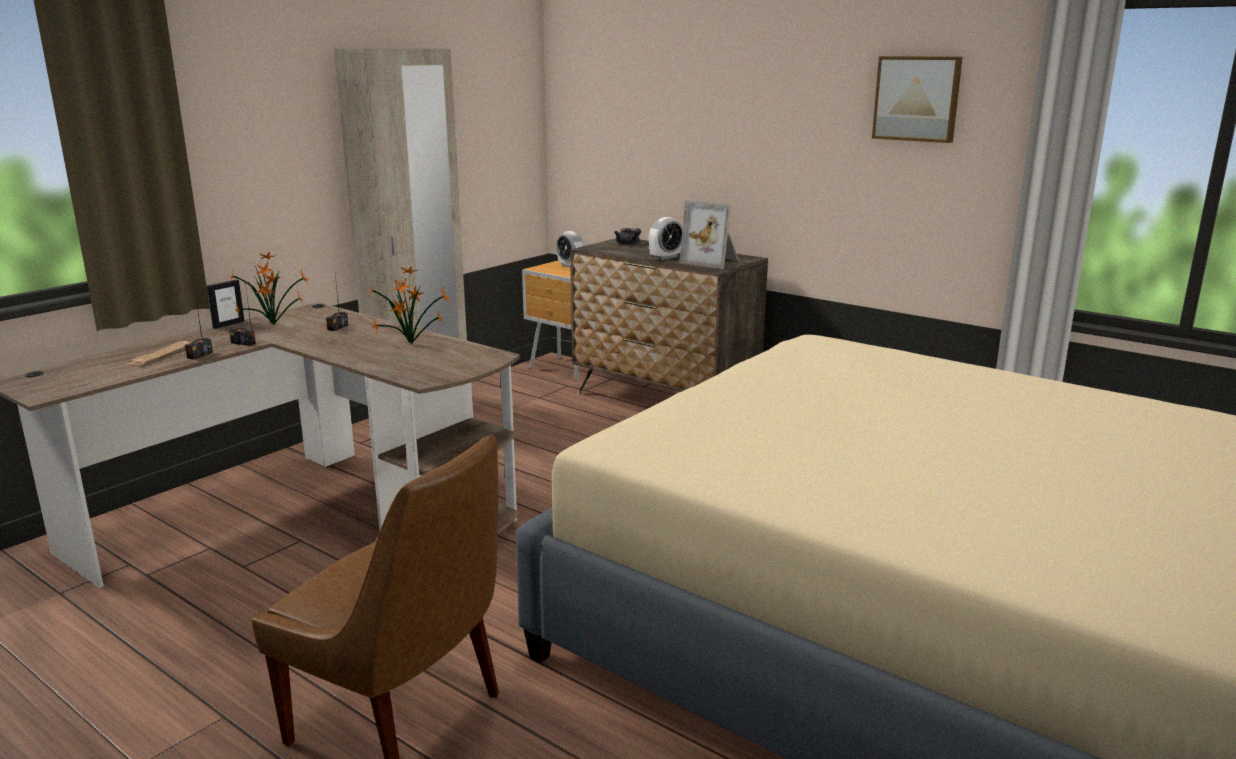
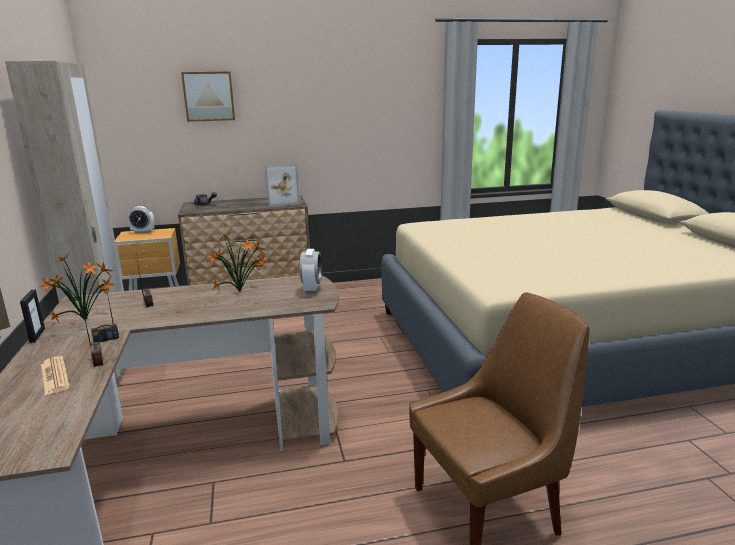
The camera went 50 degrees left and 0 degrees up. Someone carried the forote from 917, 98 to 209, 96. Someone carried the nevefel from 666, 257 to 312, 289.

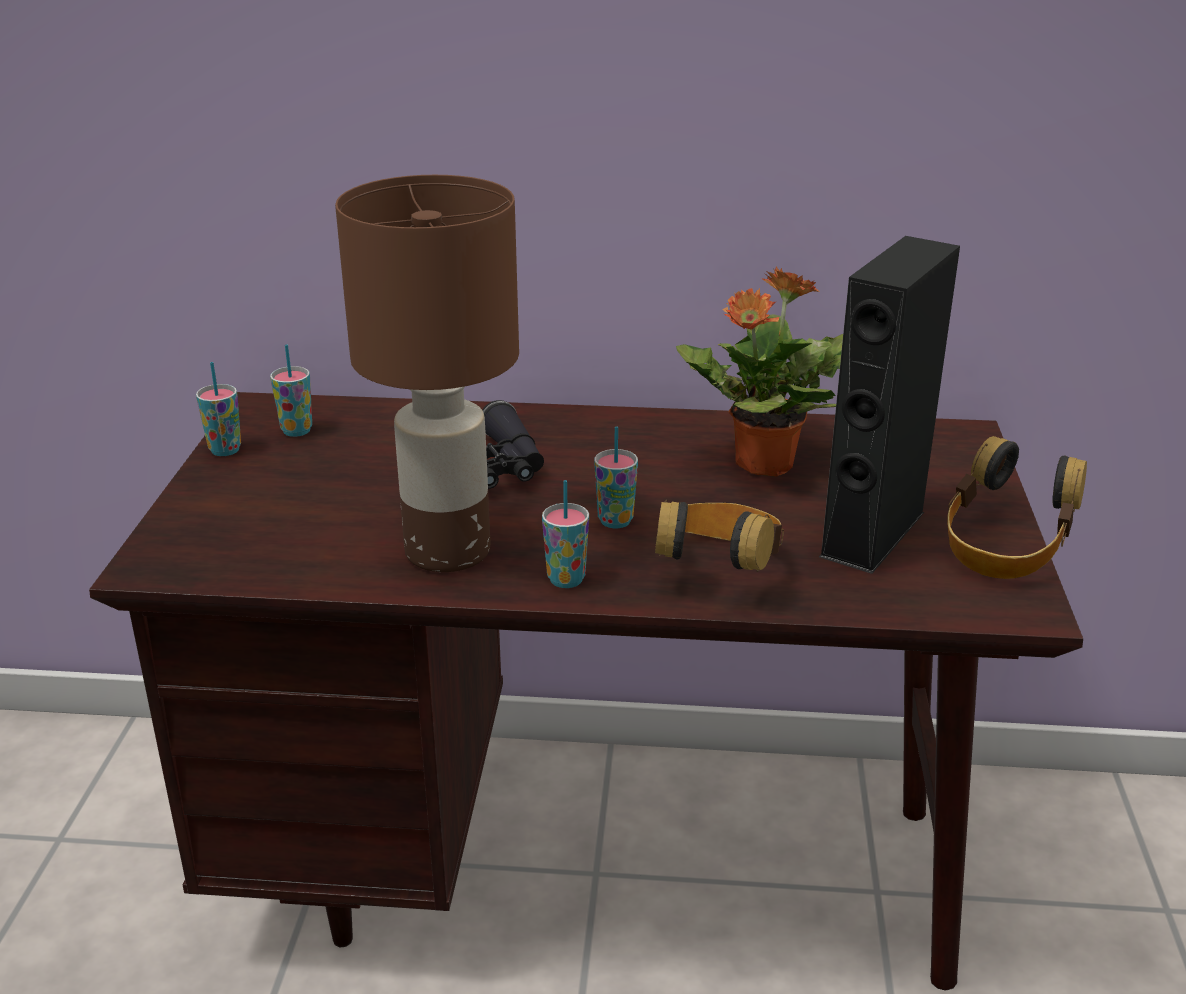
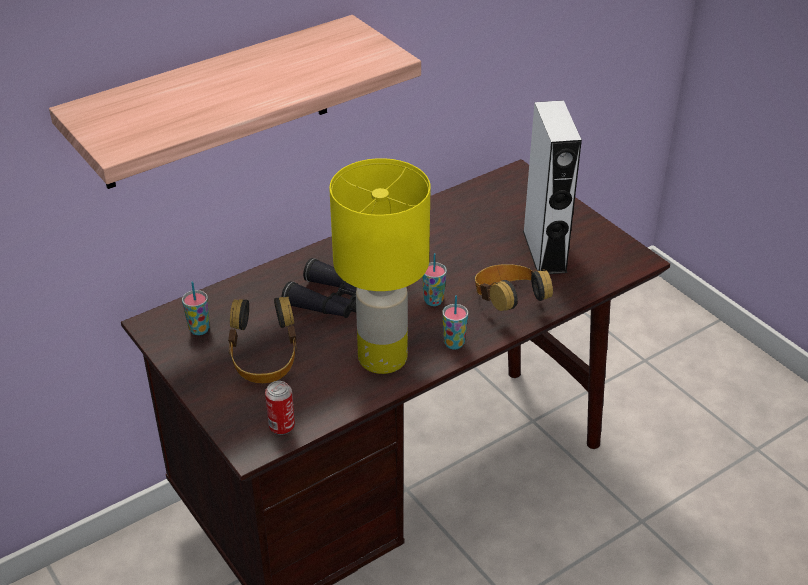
The camera went 40 degrees left and 10 degrees up. Someone put up the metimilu at 216, 103. Someone carried the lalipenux from 1005, 550 to 264, 360. Someone put down the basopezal at 281, 426. Someone repainted the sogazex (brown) at 449, 550, which became the sogazex (yellow) at 382, 357. Someone repainted the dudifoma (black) at 872, 534, which became the dudifoma (white) at 544, 251. Someone took away the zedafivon at 225, 450. Someone took away the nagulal at 762, 464.

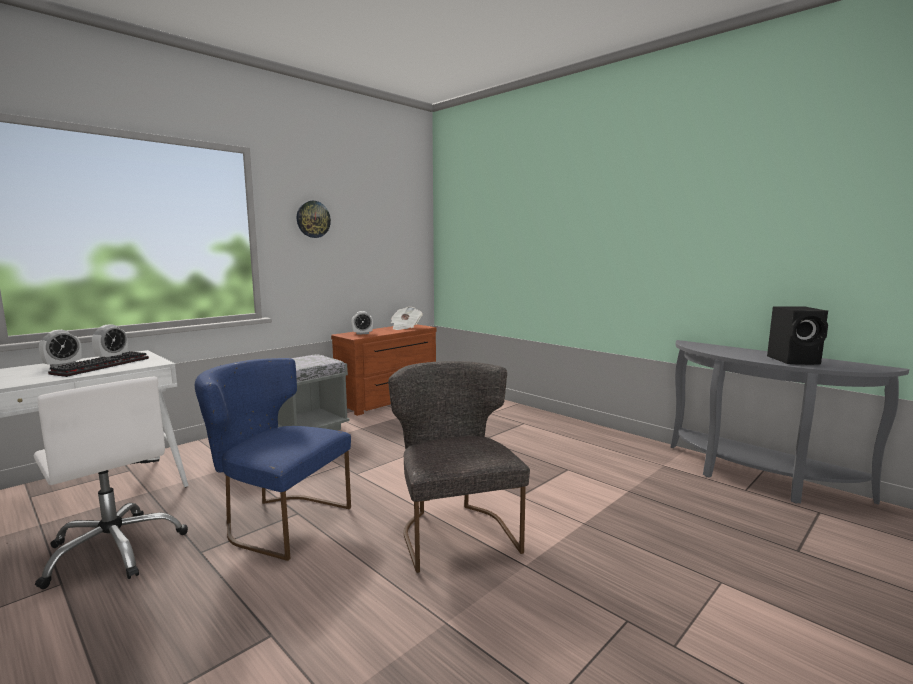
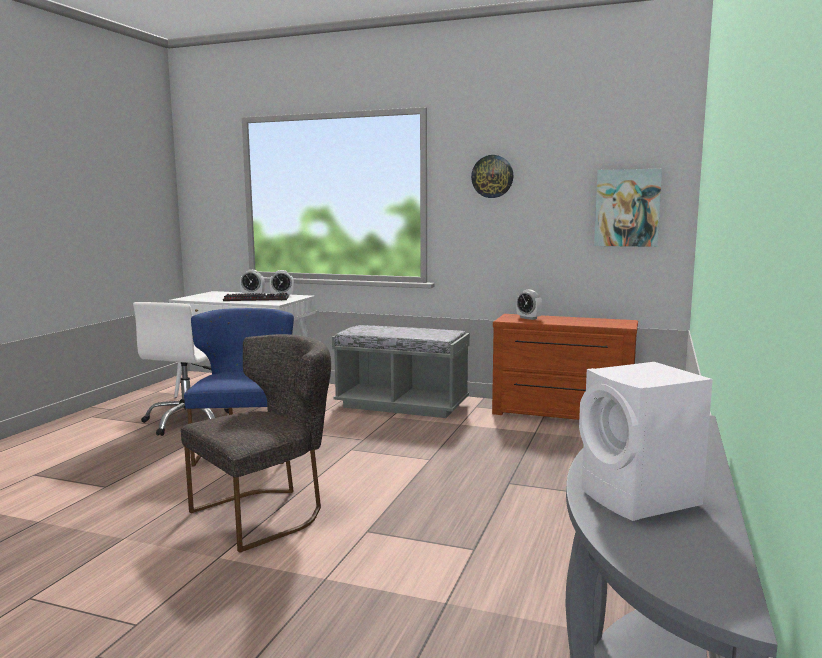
The camera went 65 degrees right and 0 degrees up. Someone repainted the dudifoma (black) at 795, 360, which became the dudifoma (white) at 641, 499. Someone put up the forote at 627, 208. Someone took away the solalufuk at 405, 327.

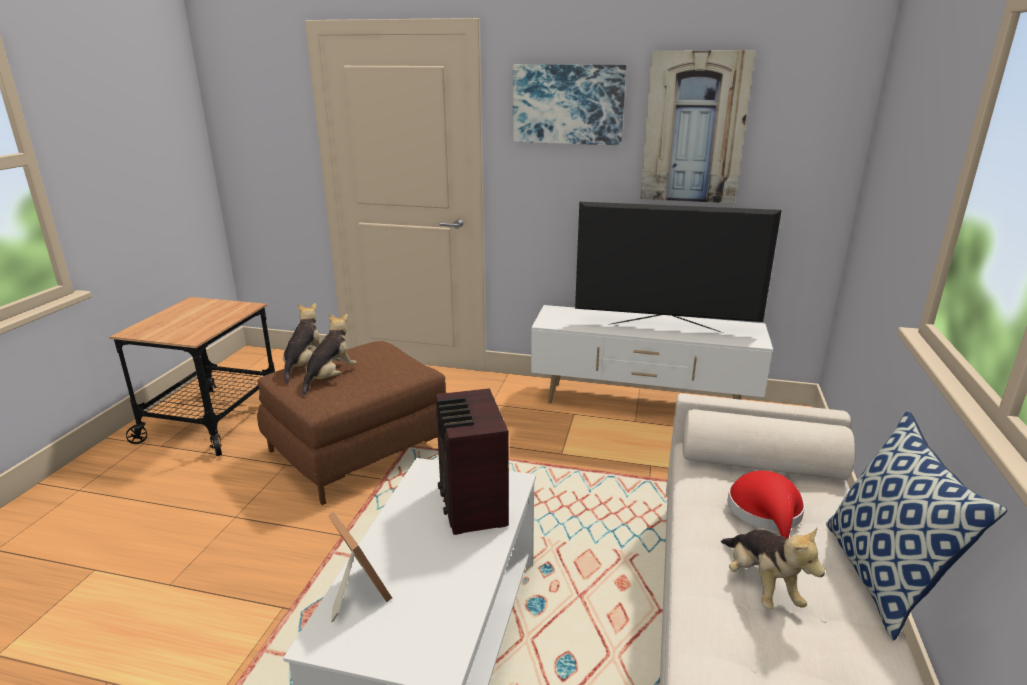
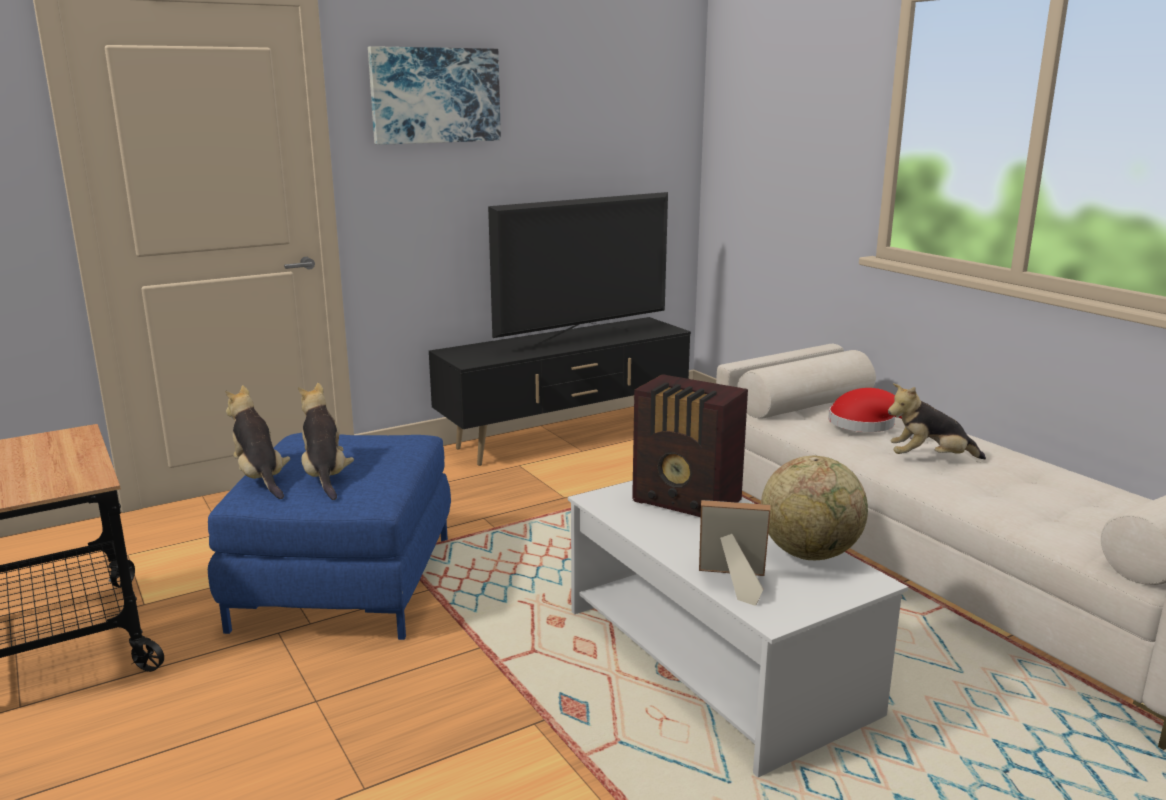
The camera went 45 degrees left and 5 degrees down. Someone repainted the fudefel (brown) at 358, 450, which became the fudefel (blue) at 347, 581. Someone repainted the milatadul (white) at 642, 404, which became the milatadul (black) at 566, 436. Someone put down the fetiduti at 810, 553. Someone rotated the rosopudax at 760, 586 by 150 degrees clockwise. Someone took away the forote at 694, 128. Someone took away the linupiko at 882, 578.

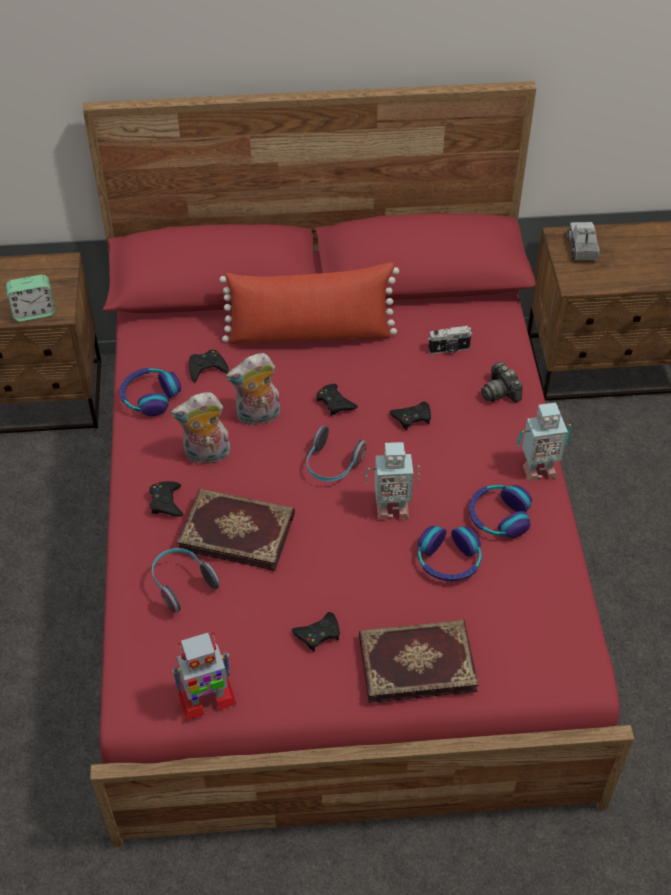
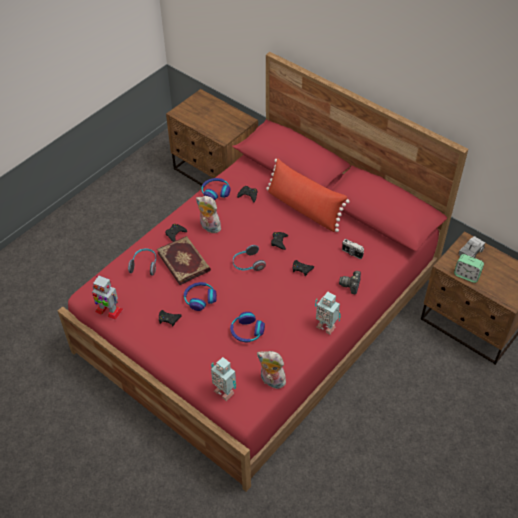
The camera went 45 degrees right and 0 degrees up. Someone carried the lalipenux from 498, 517 to 200, 298. Someone carried the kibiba from 391, 508 to 224, 391. Someone carried the rosopudax from 257, 417 to 271, 381. Someone carried the nevefel from 34, 312 to 466, 275. Someone took away the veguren at 416, 661.

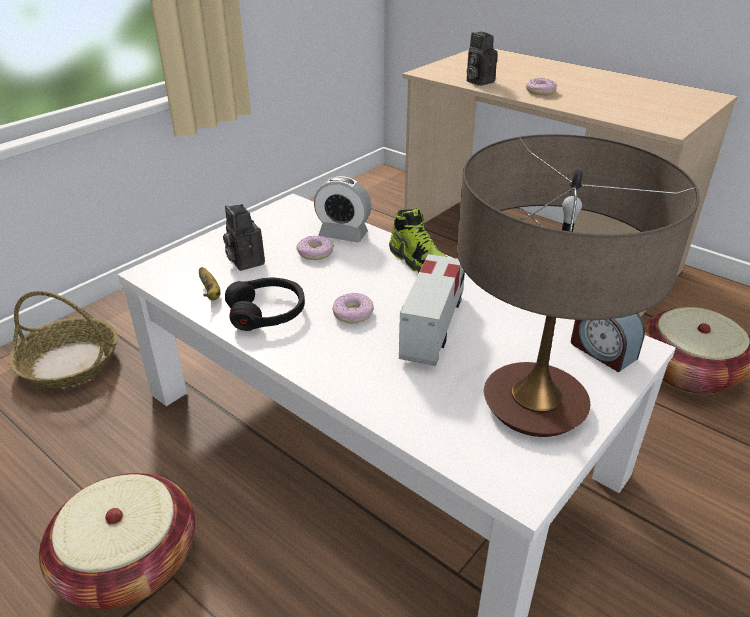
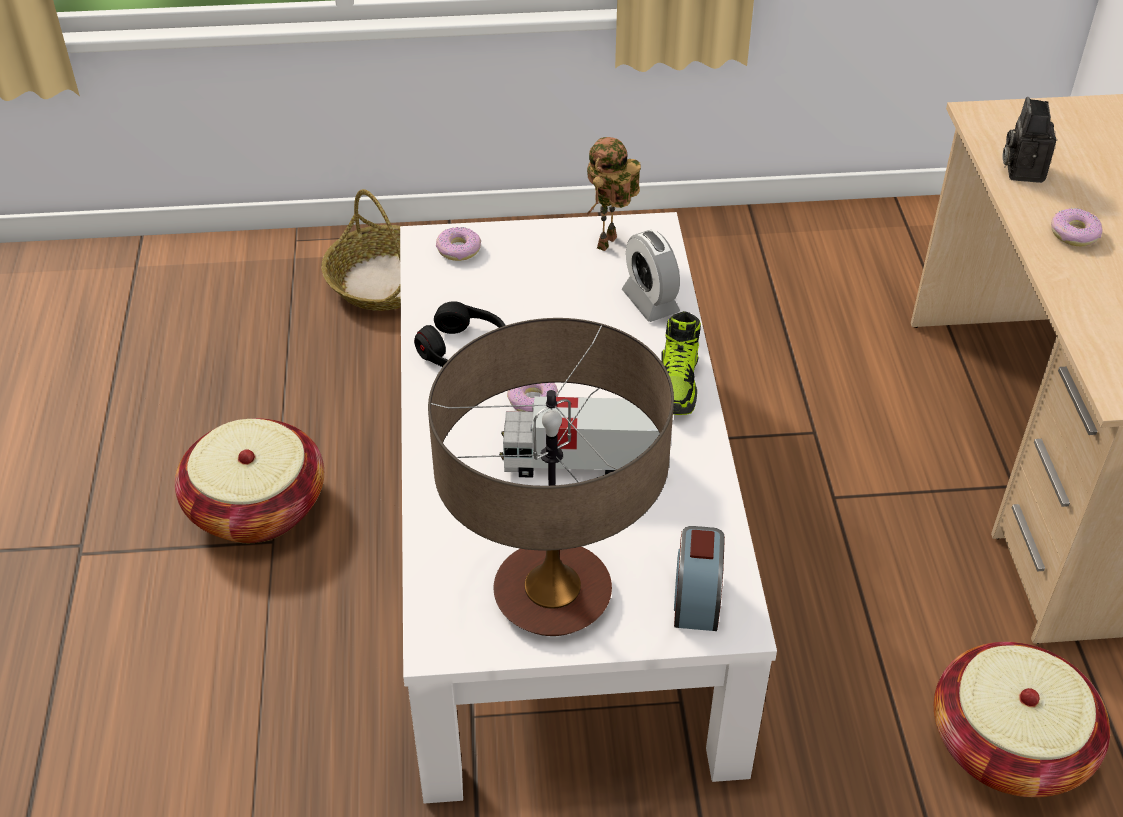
The camera went 45 degrees right and 10 degrees up. Someone carried the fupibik from 315, 253 to 458, 250. Someone rotated the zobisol at 433, 326 by 150 degrees counterclockwise. Someone put down the kibiba at 609, 245. Someone took away the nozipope at 211, 293. Someone took away the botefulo at 244, 261.

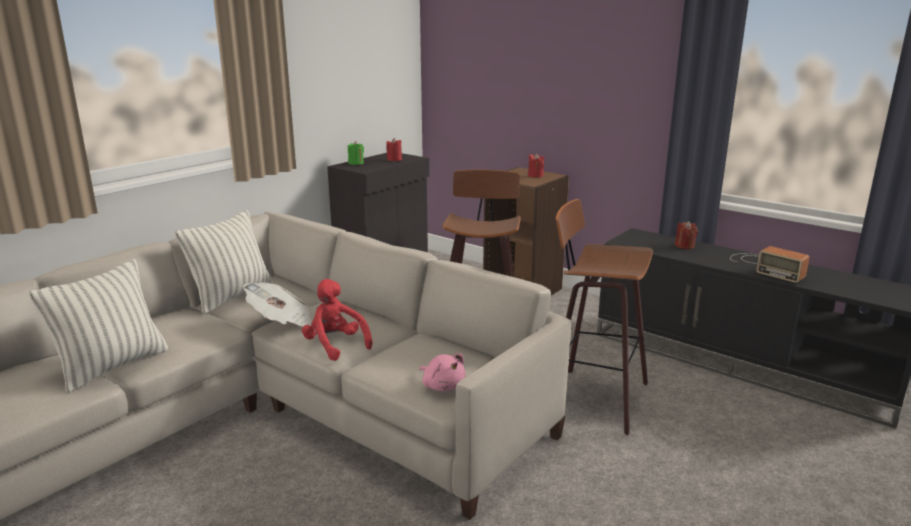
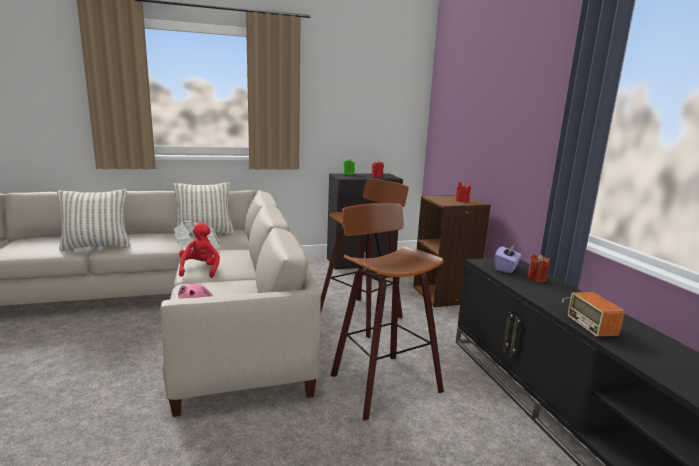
The camera went 35 degrees right and 5 degrees down. Someone put down the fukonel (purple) at 506, 268.

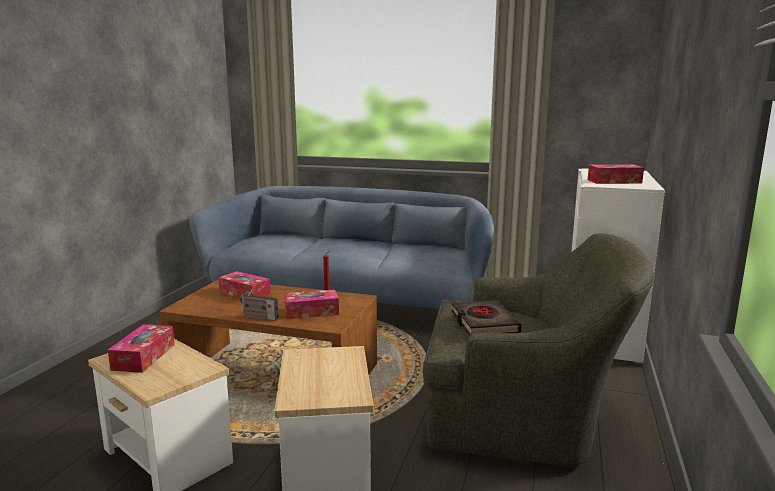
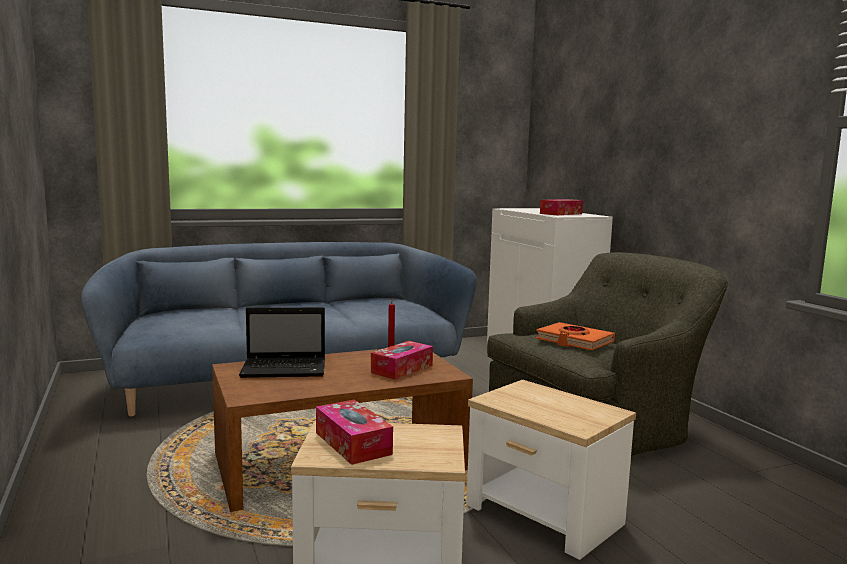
The camera went 40 degrees left and 5 degrees down. Someone swapped the fukonel at 245, 293 for the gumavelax at 286, 369. Someone repainted the veguren (black) at 484, 323, which became the veguren (orange) at 574, 341. Someone took away the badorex at 258, 317.

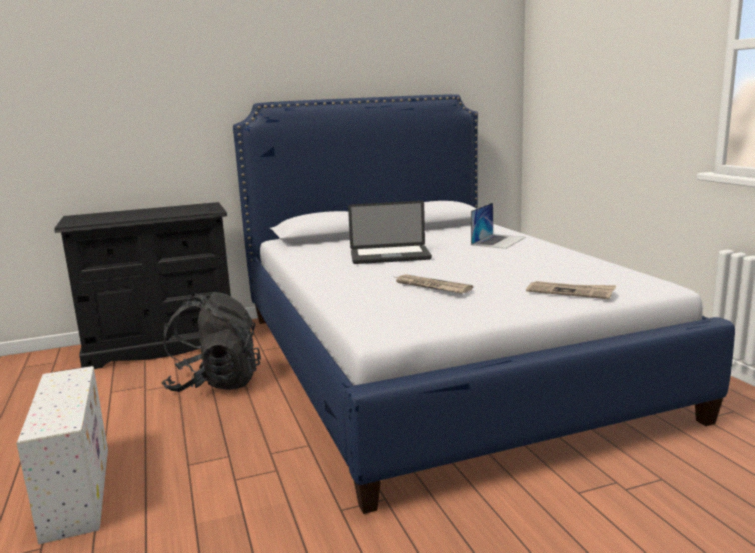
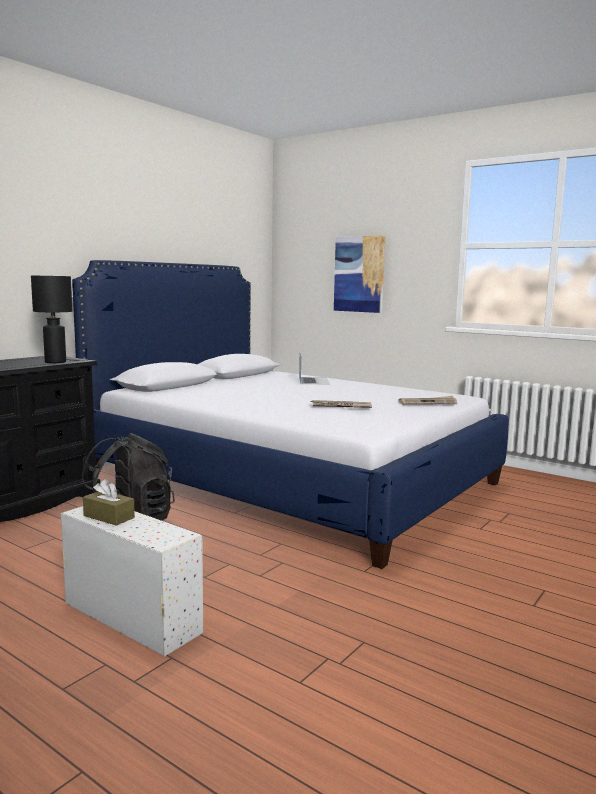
The camera went 35 degrees left and 5 degrees down. Someone put down the sogazex (black) at 55, 362. Someone put down the fukonel (brown) at 109, 516. Someone put up the forote at 359, 274. Someone took away the gumavelax at 390, 256.

